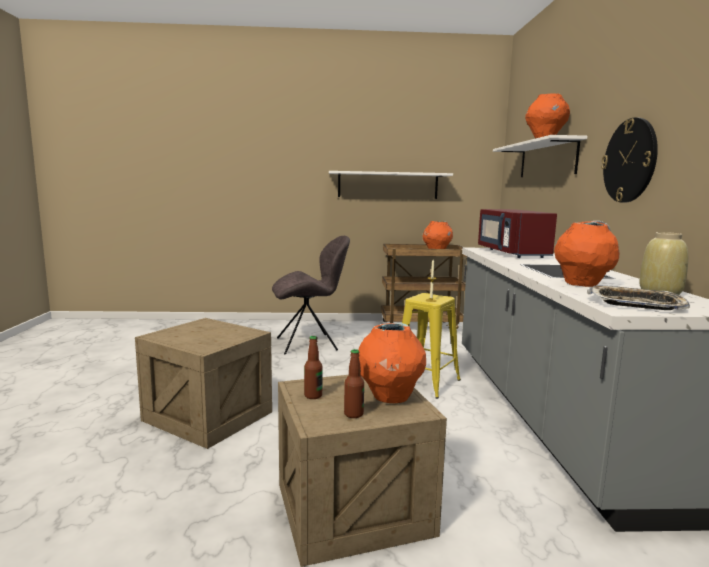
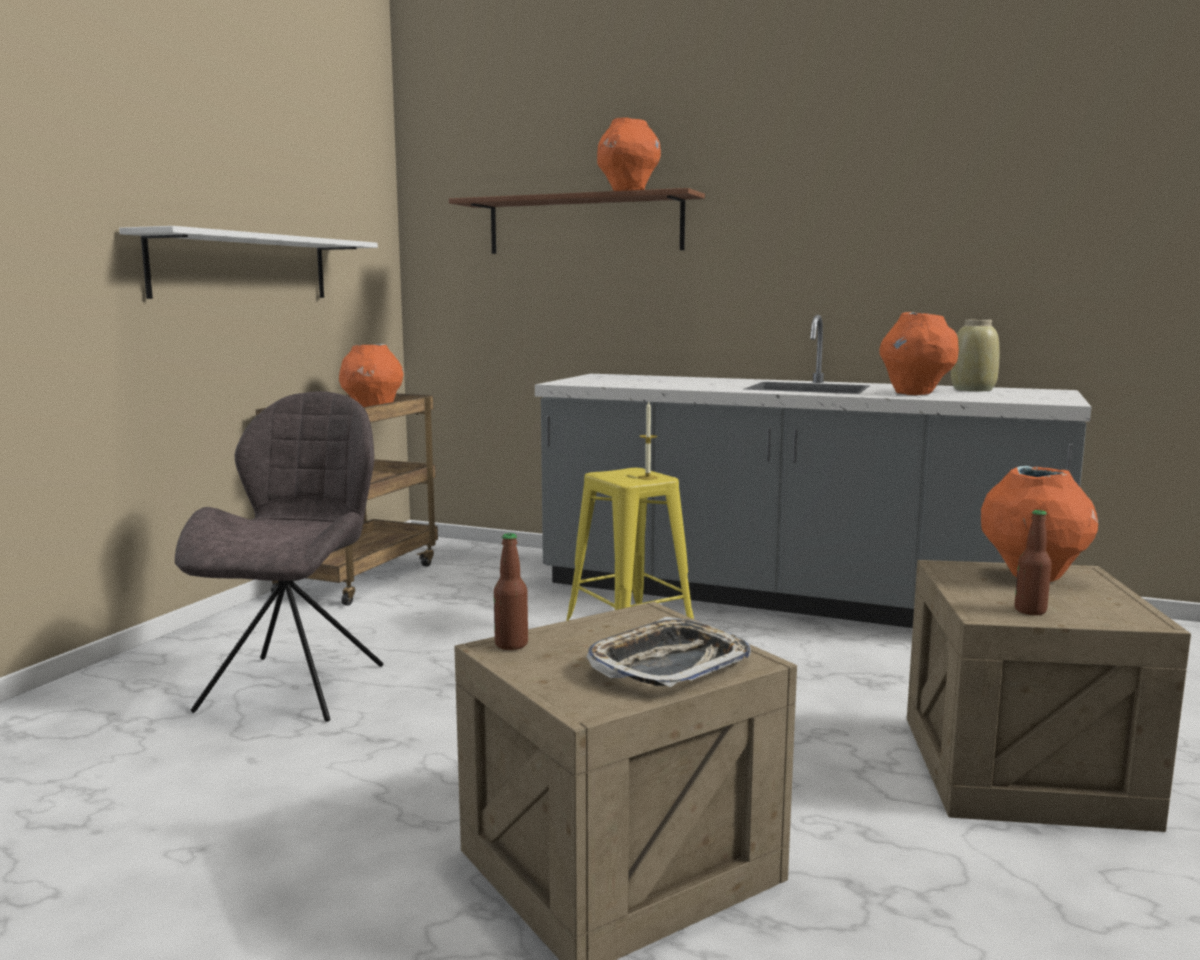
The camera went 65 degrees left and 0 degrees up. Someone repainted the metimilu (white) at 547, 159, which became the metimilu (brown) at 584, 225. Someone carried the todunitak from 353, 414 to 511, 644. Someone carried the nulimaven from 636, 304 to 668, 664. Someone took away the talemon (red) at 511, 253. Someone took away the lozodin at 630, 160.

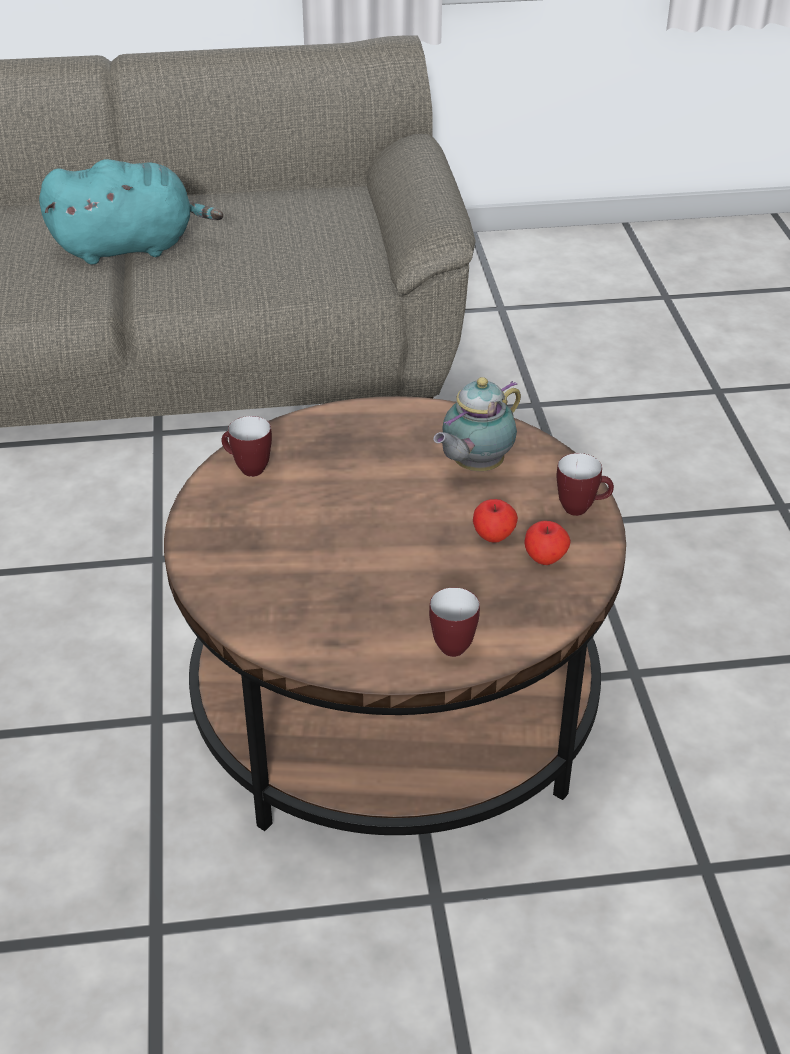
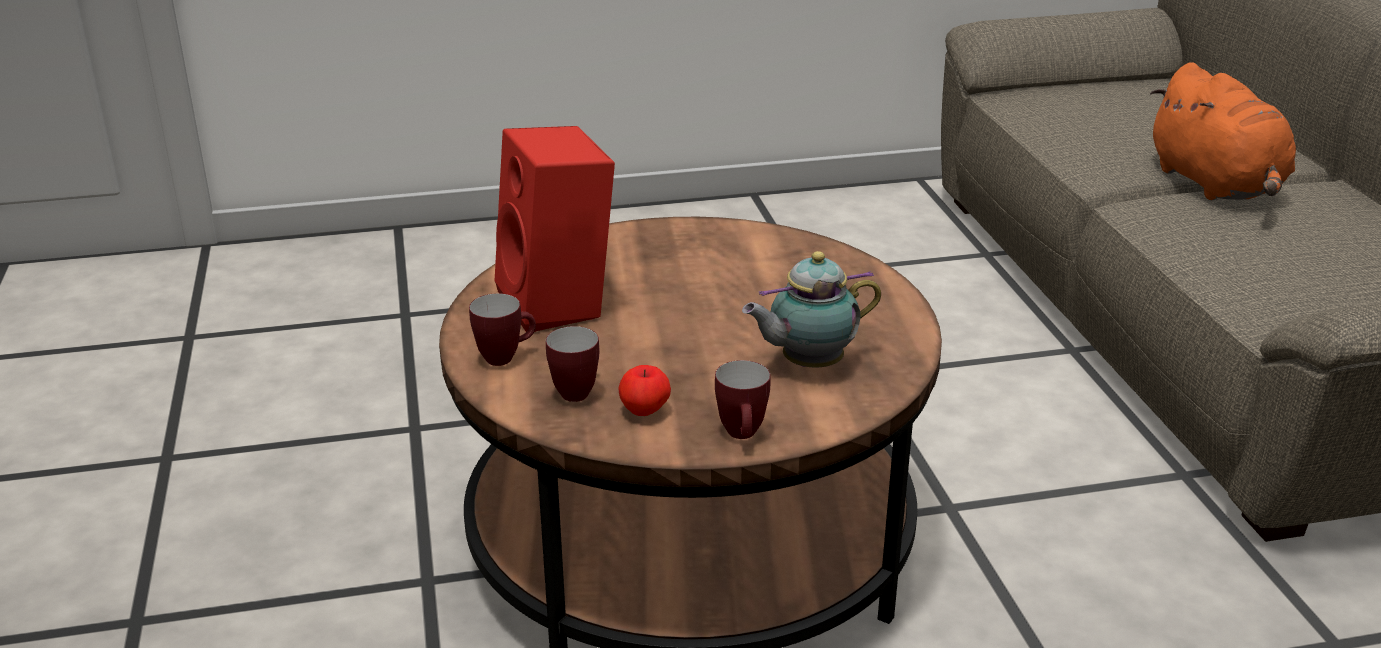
The camera went 85 degrees right and 10 degrees down. Someone put down the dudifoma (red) at 560, 304. Someone carried the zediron from 247, 469 to 577, 391. Someone rotated the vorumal at 474, 467 by 60 degrees counterclockwise. Someone repainted the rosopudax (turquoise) at 130, 247, which became the rosopudax (orange) at 1217, 185. Someone took away the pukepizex at 494, 536.

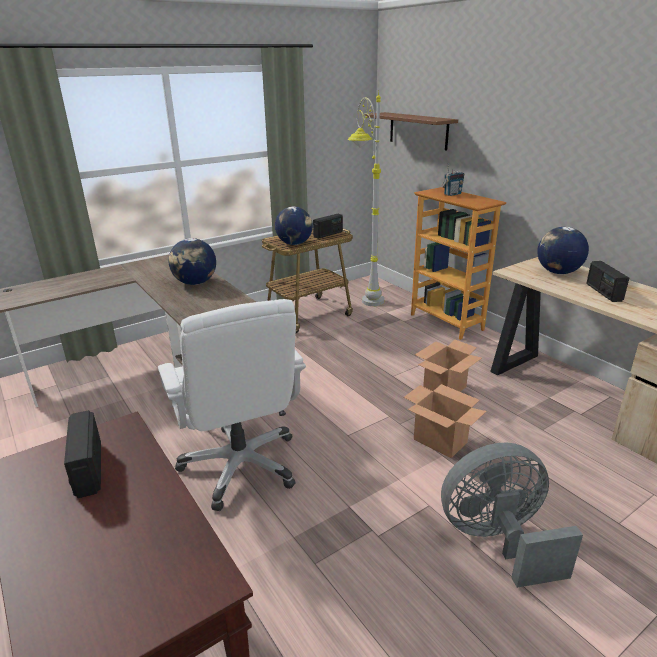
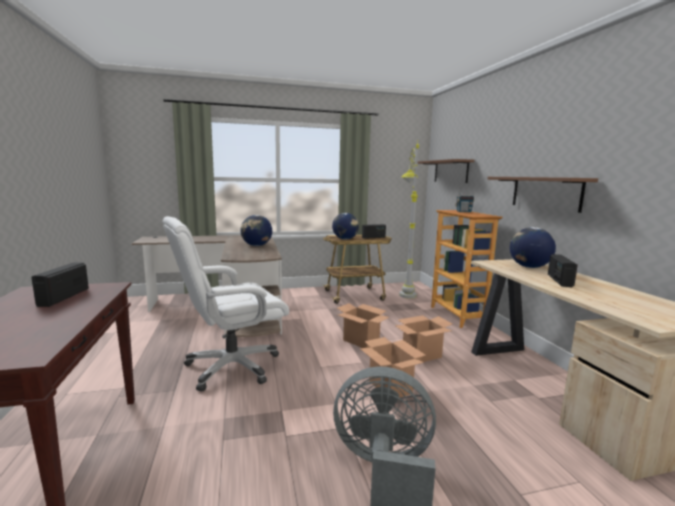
The camera went 20 degrees right and 15 degrees down. Someone rotated the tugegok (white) at 241, 465 by 60 degrees clockwise. Someone put down the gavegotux at 361, 341. Someone put up the metimilu (brown) at 545, 193.

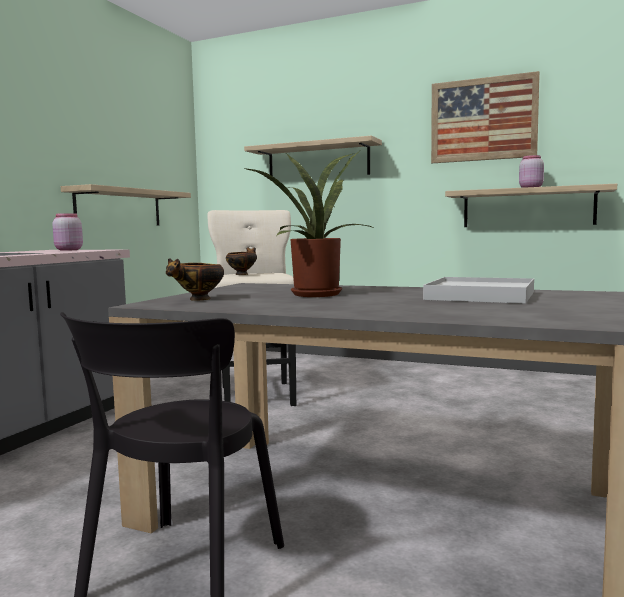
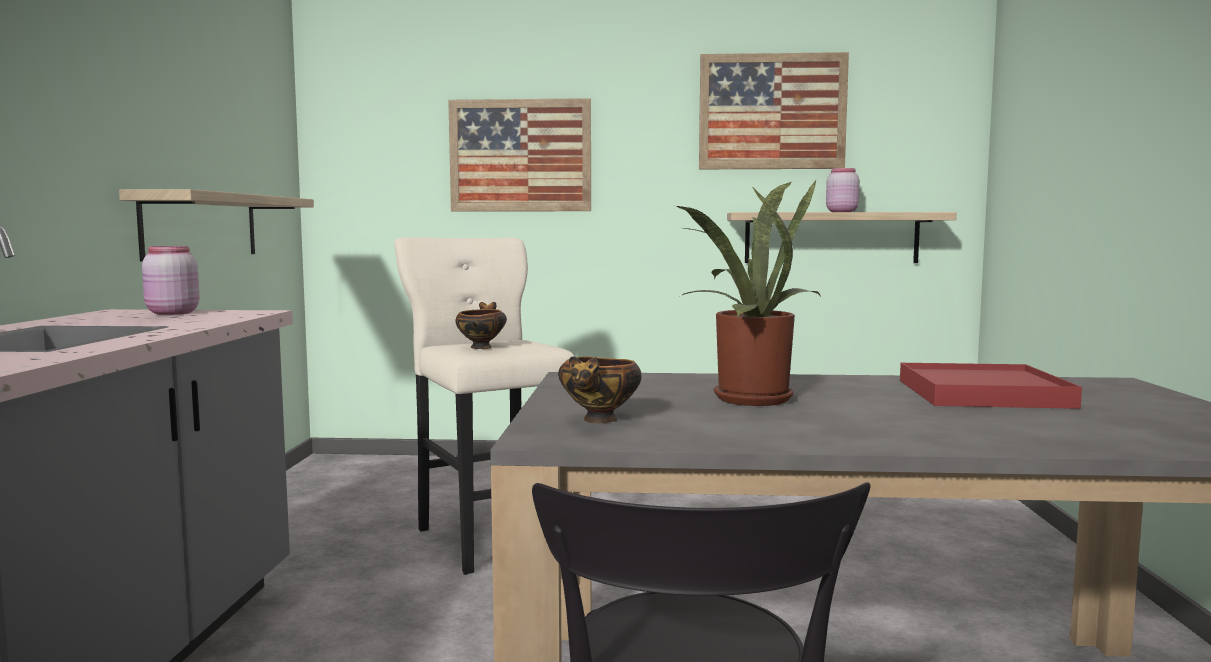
The camera went 20 degrees left and 0 degrees up. Someone swapped the metimilu at 318, 161 for the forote at 520, 156. Someone repainted the nulimaven (white) at 480, 296, which became the nulimaven (red) at 983, 394.

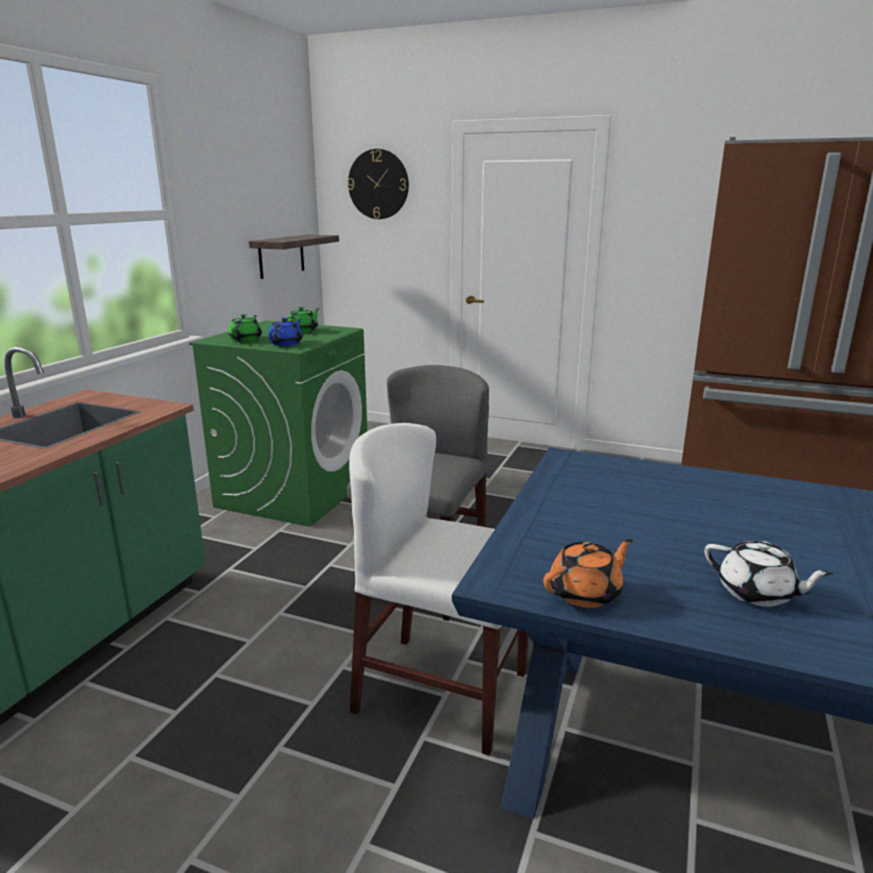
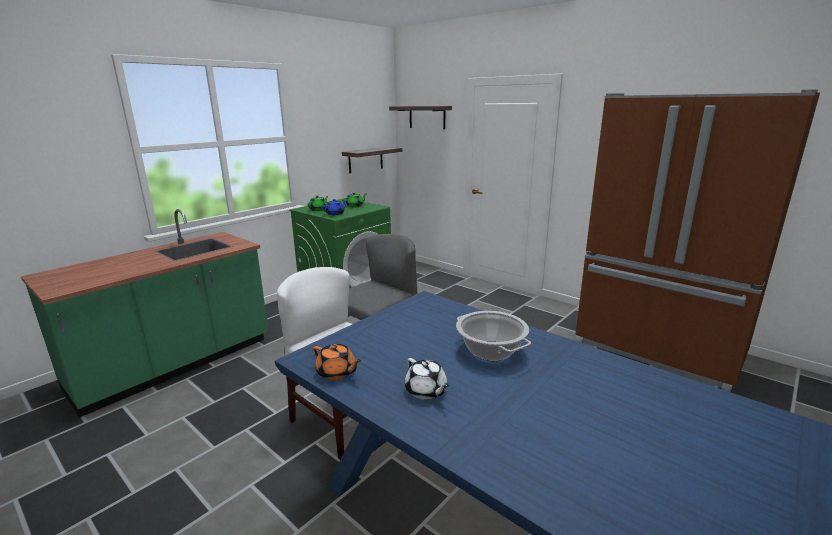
The camera went 20 degrees right and 0 degrees up. Someone rotated the vorumal (orange) at 586, 593 by 45 degrees clockwise. Someone swapped the lozodin at 378, 184 for the metimilu at 427, 117. Someone put down the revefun at 490, 351.

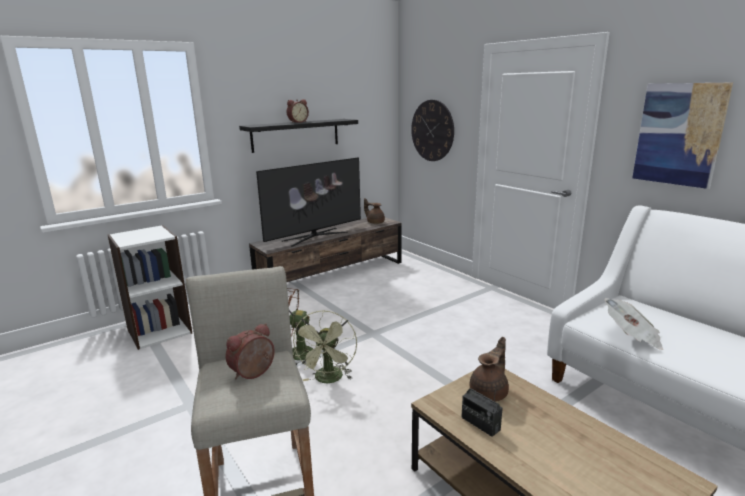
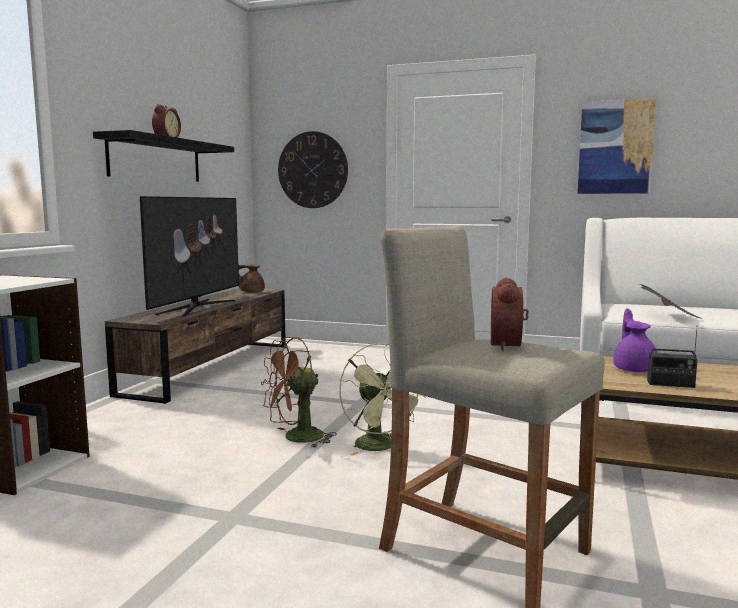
The camera went 35 degrees left and 10 degrees down. Someone repainted the vorumal (brown) at 489, 393, which became the vorumal (purple) at 634, 369.

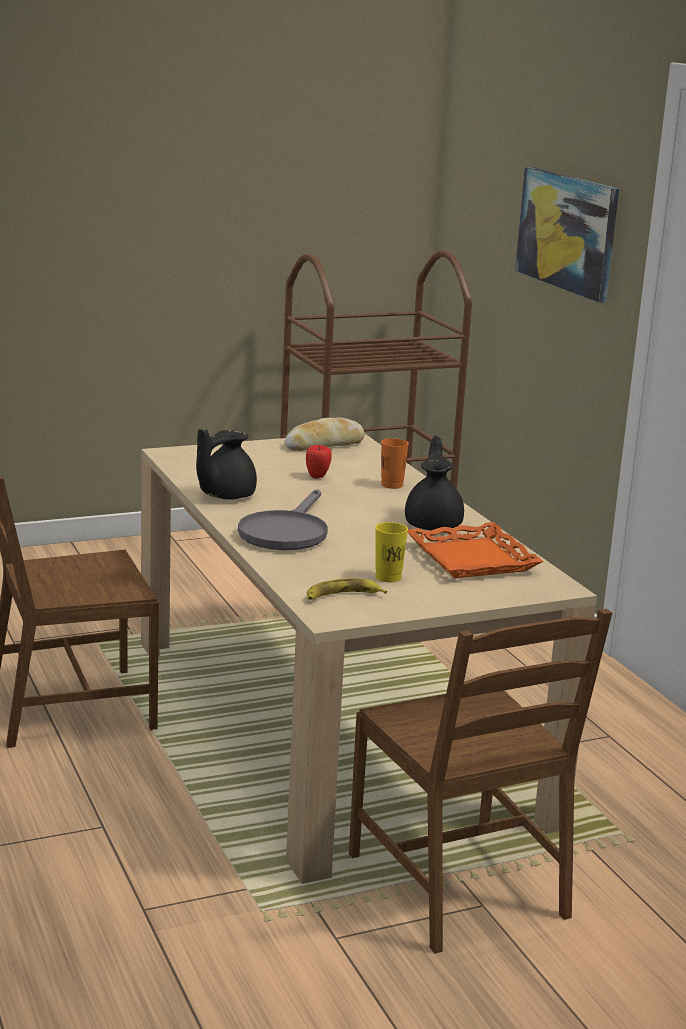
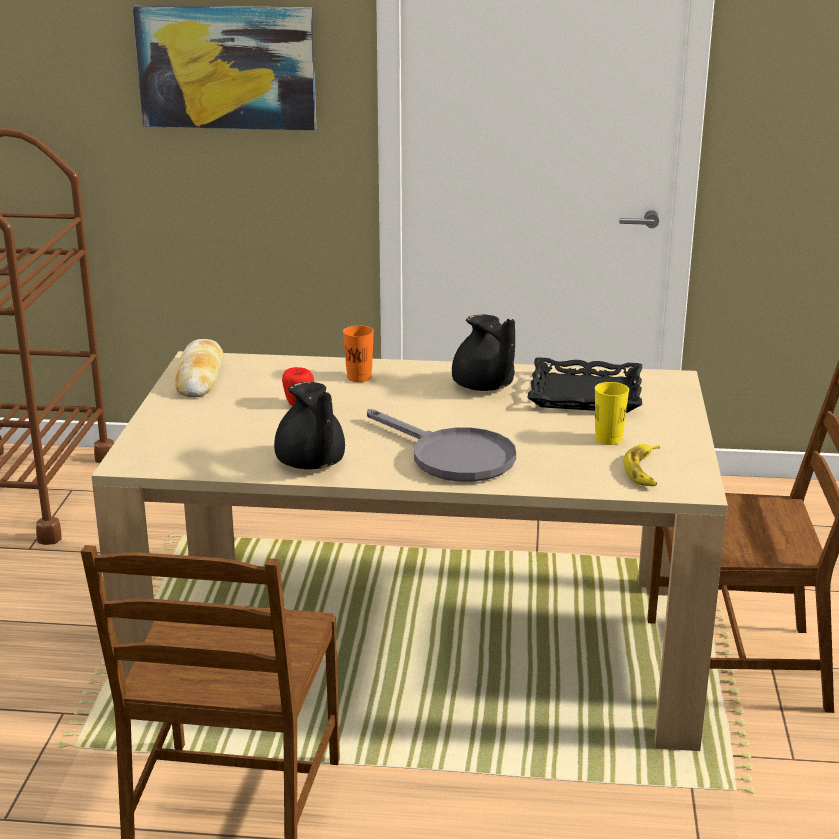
The camera went 60 degrees left and 5 degrees up. Someone rotated the vorumal (black) at 434, 524 by 150 degrees counterclockwise. Someone repainted the nulimaven (orange) at 473, 559, which became the nulimaven (black) at 585, 393.

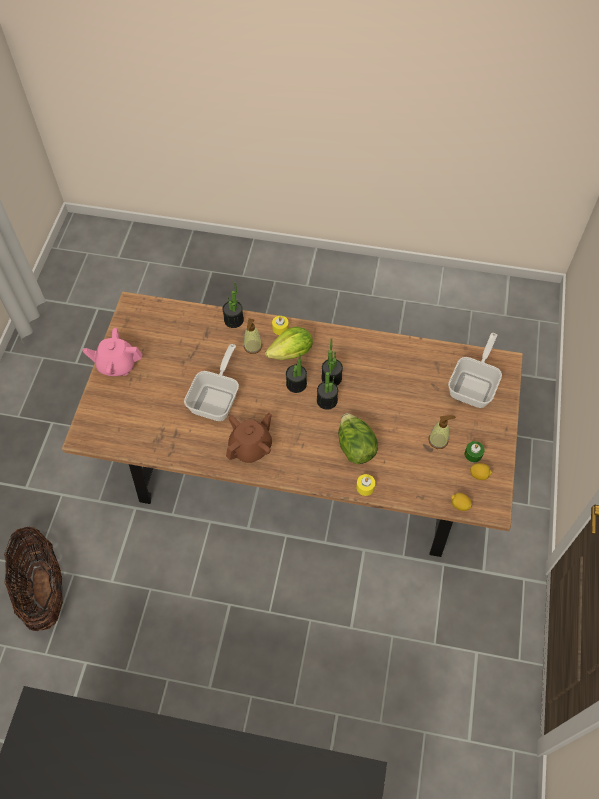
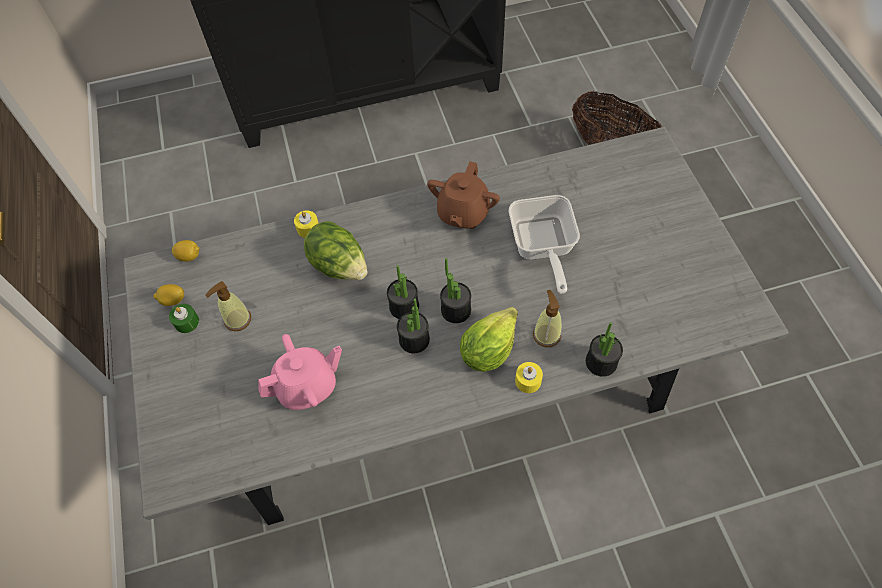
The camera went 155 degrees right and 0 degrees up. Someone repainted the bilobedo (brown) at 300, 464, which became the bilobedo (grey) at 446, 380. Someone carried the vorumal (pink) from 117, 365 to 307, 386. Someone took away the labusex at 474, 385.

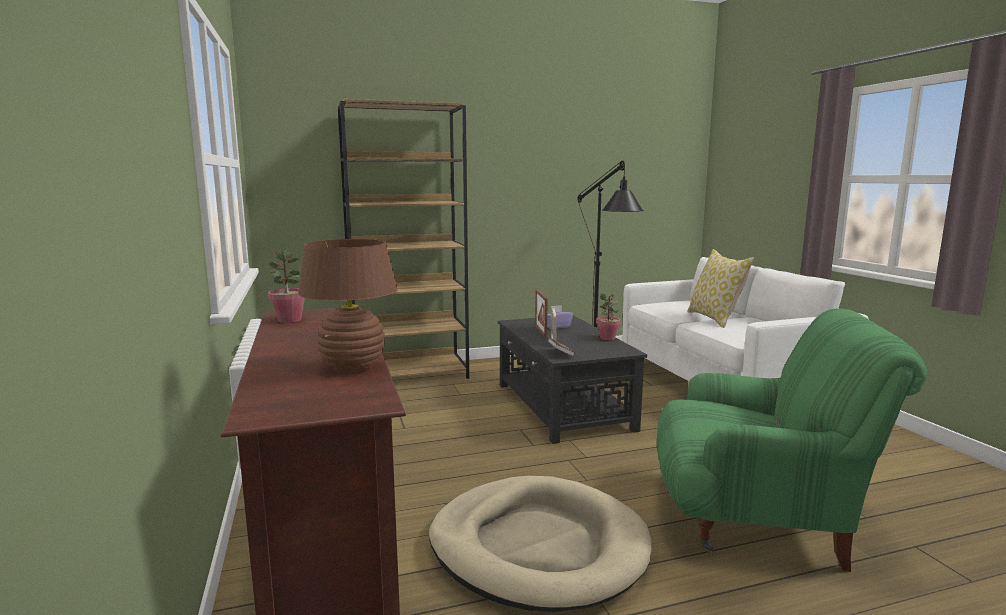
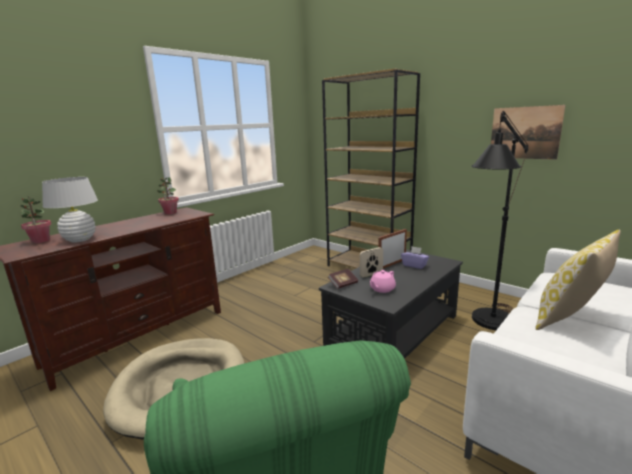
The camera went 60 degrees right and 5 degrees up. Someone carried the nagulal from 607, 338 to 40, 241. Someone repainted the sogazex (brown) at 353, 367, which became the sogazex (white) at 80, 240. Someone put down the vorumal (pink) at 382, 289. Someone put up the forote at 524, 133.

